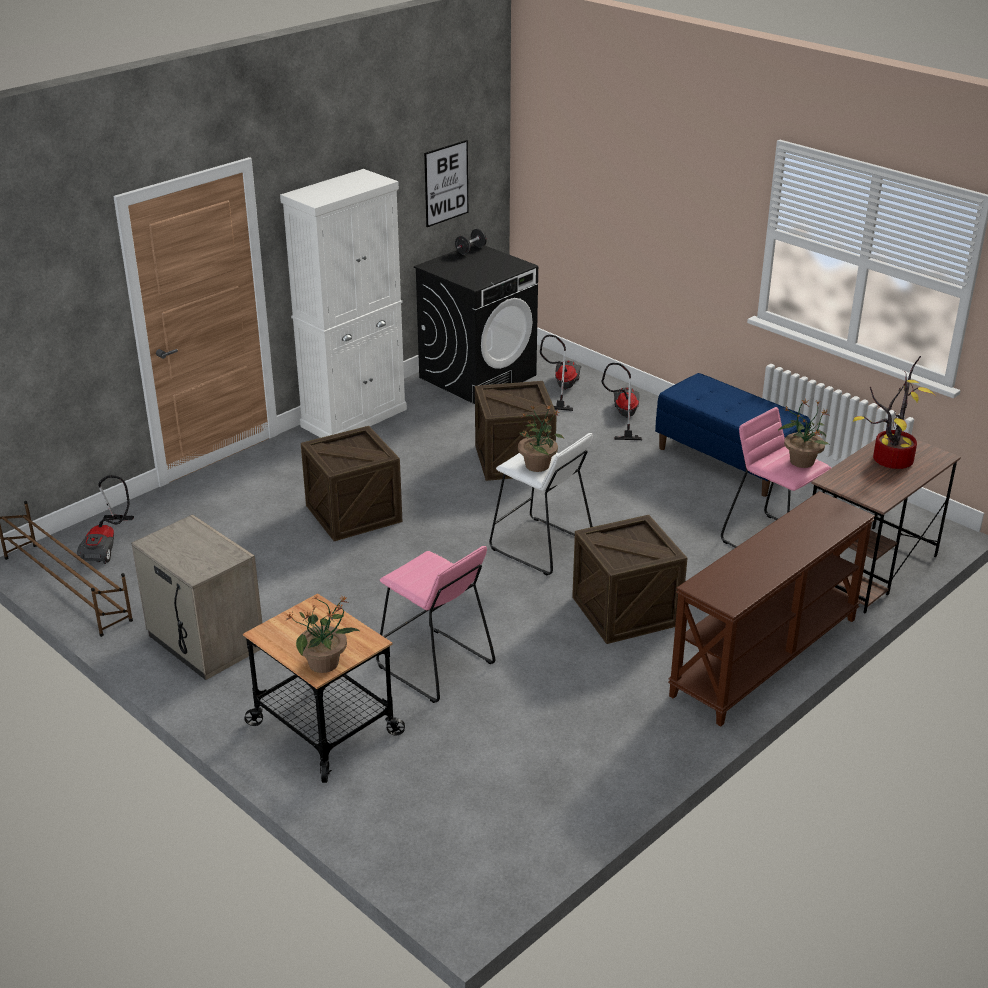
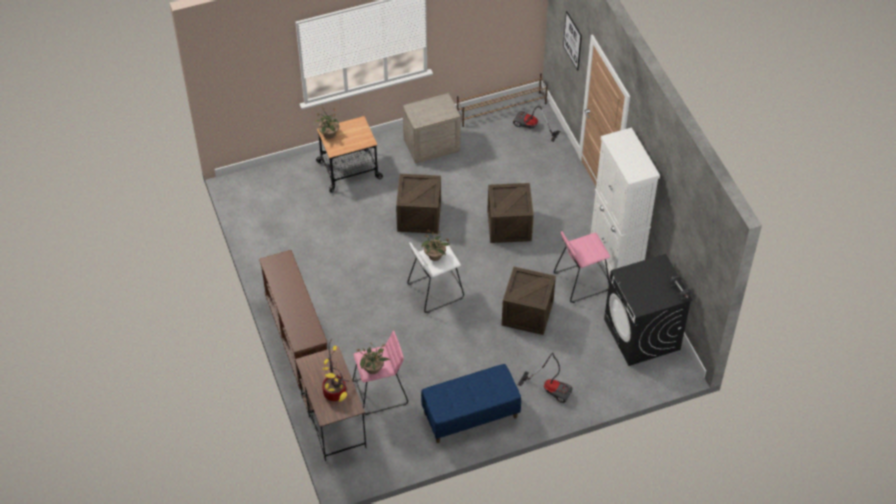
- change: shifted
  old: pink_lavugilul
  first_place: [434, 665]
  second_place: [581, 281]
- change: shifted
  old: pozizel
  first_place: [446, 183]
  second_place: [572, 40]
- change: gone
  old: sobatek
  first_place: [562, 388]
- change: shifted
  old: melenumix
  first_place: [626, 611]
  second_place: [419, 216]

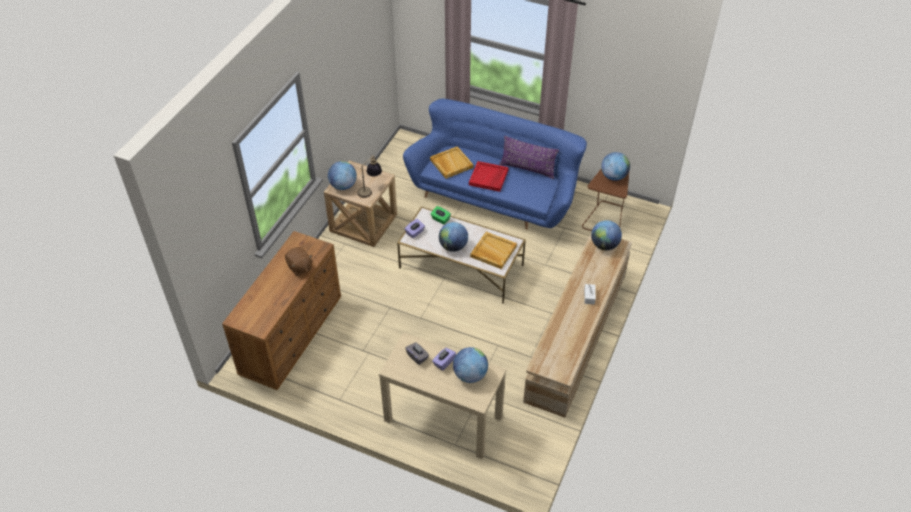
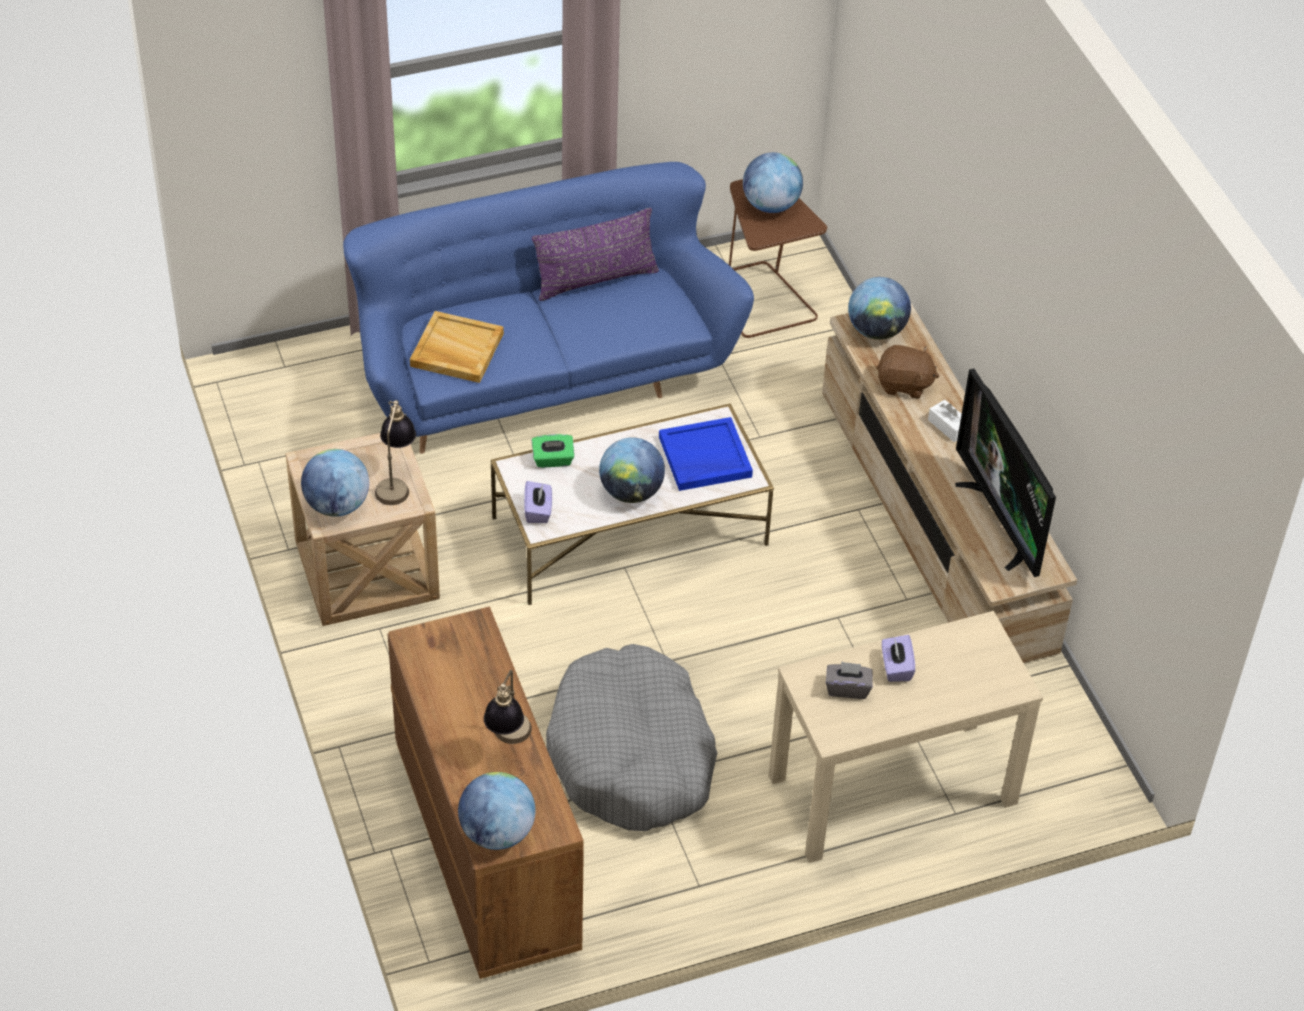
- change: shifted
  old: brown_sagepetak
  first_place: [299, 267]
  second_place: [904, 384]
- change: shifted
  old: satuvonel
  first_place: [470, 375]
  second_place: [497, 832]
- change: gone
  old: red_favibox
  first_place: [488, 178]
- change: repainted
  old: beige_favibox
  new: blue_favibox
  first_place: [493, 251]
  second_place: [704, 457]
- change: new
  new: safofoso
  second_place: [508, 742]
- change: new
  new: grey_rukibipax
  second_place: [631, 755]
- change: new
  new: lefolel
  second_place: [1001, 521]

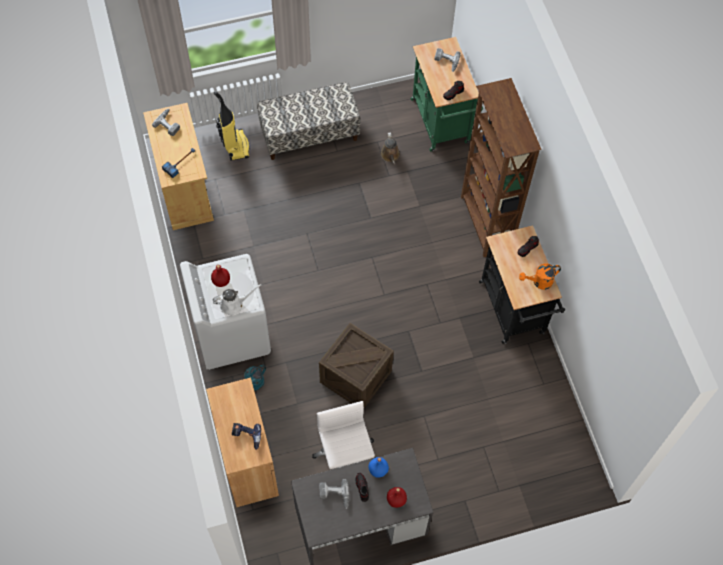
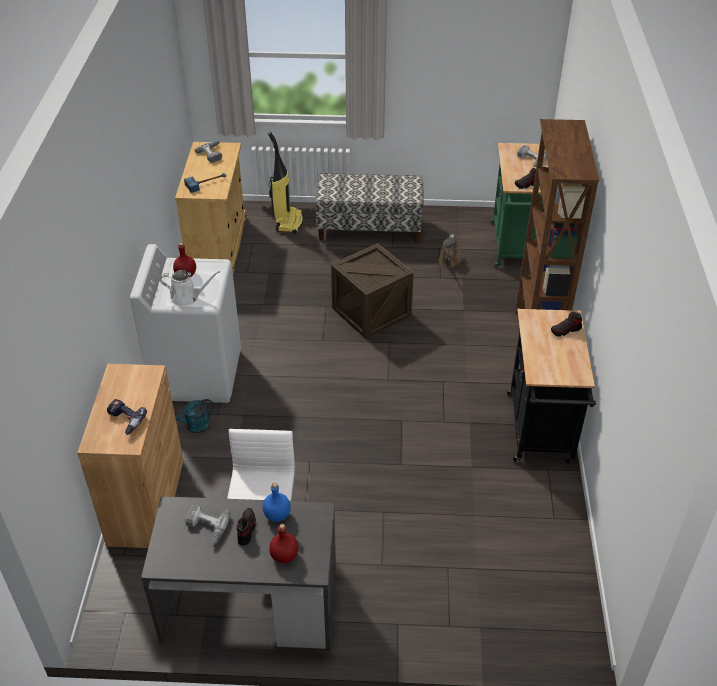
- change: shifted
  old: melenumix
  first_place: [355, 376]
  second_place: [371, 312]
- change: gone
  old: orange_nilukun
  first_place: [539, 282]

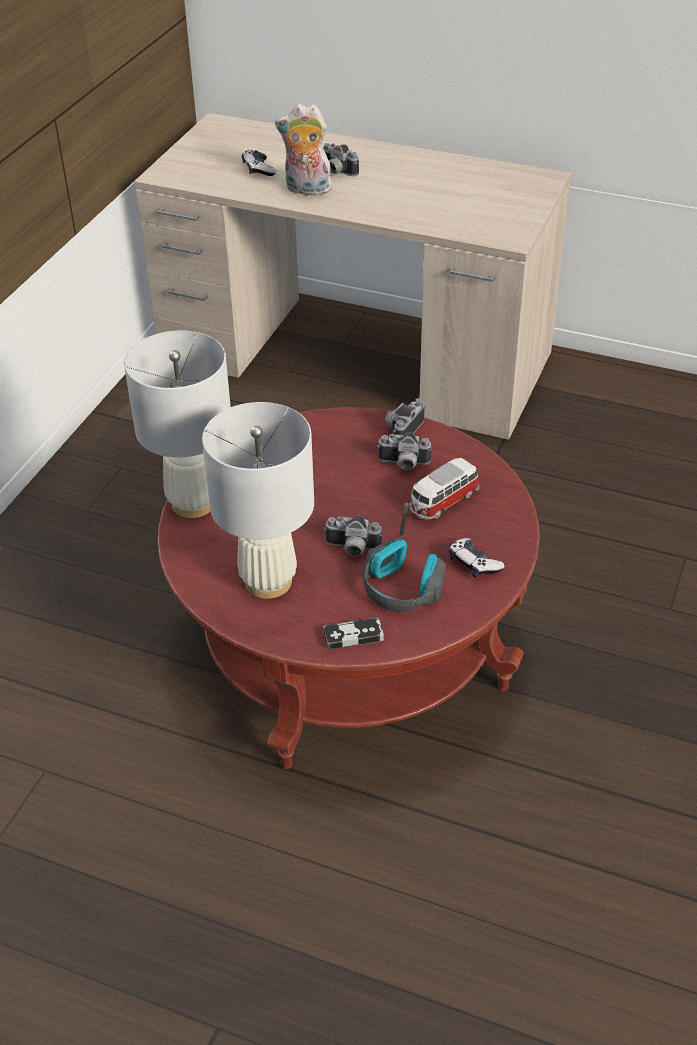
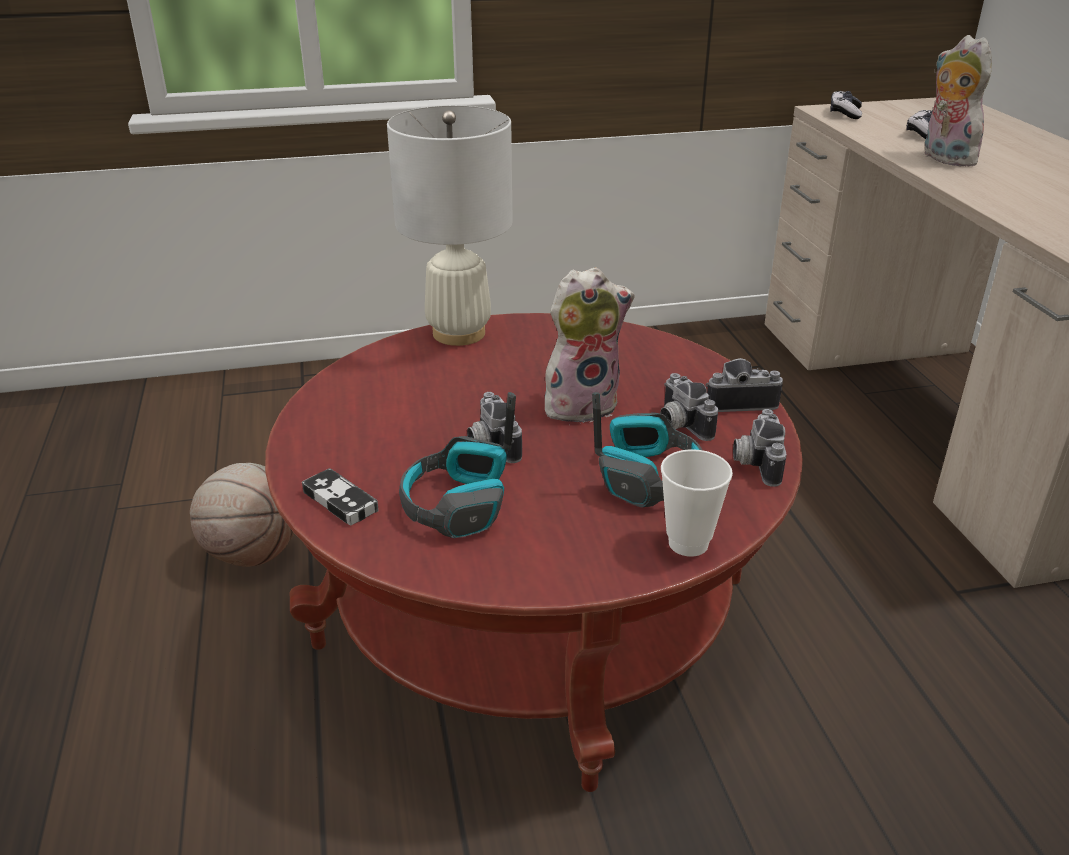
- change: gone
  old: white_safofoso
  first_place: [268, 581]
- change: shifted
  old: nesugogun
  first_place: [336, 172]
  second_place: [754, 462]
- change: swapped
  old: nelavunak
  new: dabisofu
  first_place: [442, 502]
  second_place: [648, 476]
- change: shifted
  old: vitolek
  first_place: [473, 563]
  second_place: [844, 113]
- change: new
  new: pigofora
  second_place: [253, 553]
- change: new
  new: sagepetak
  second_place: [582, 405]
- change: new
  new: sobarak
  second_place: [688, 543]

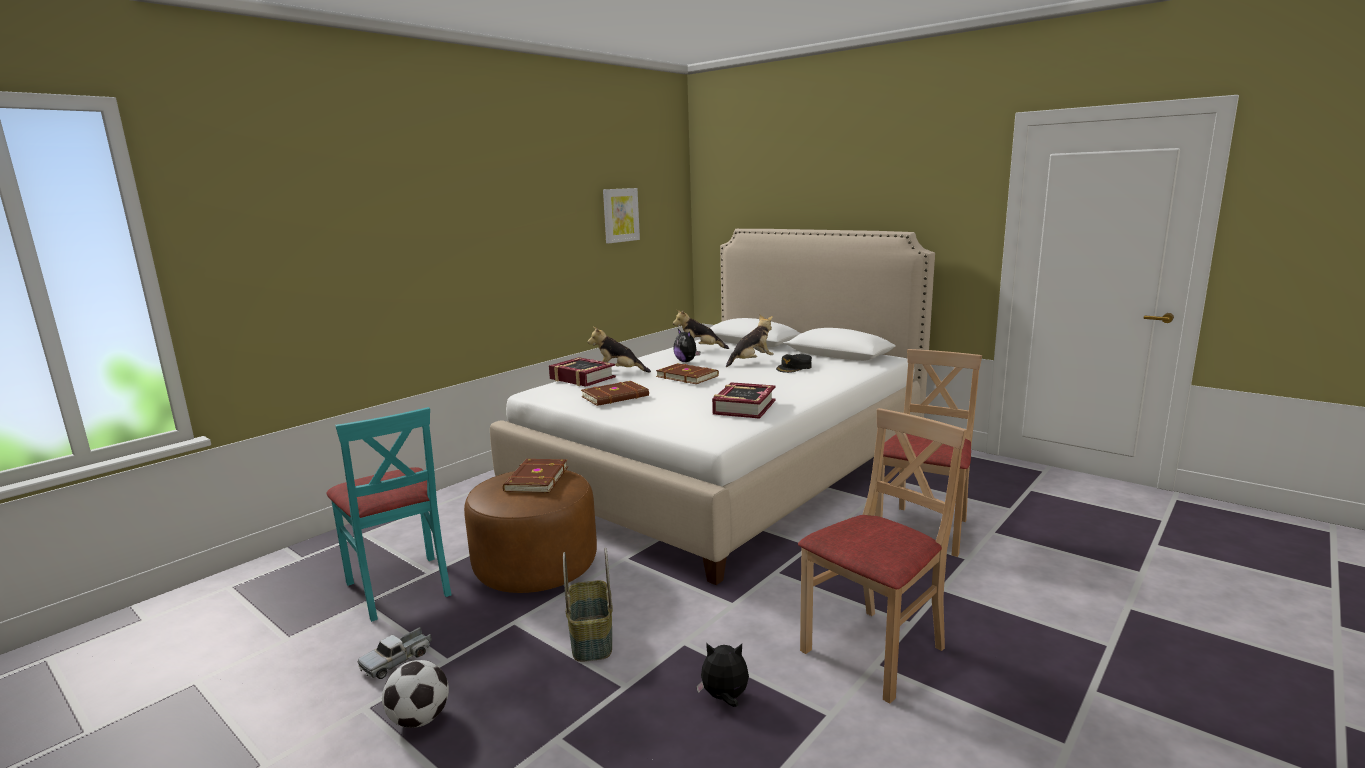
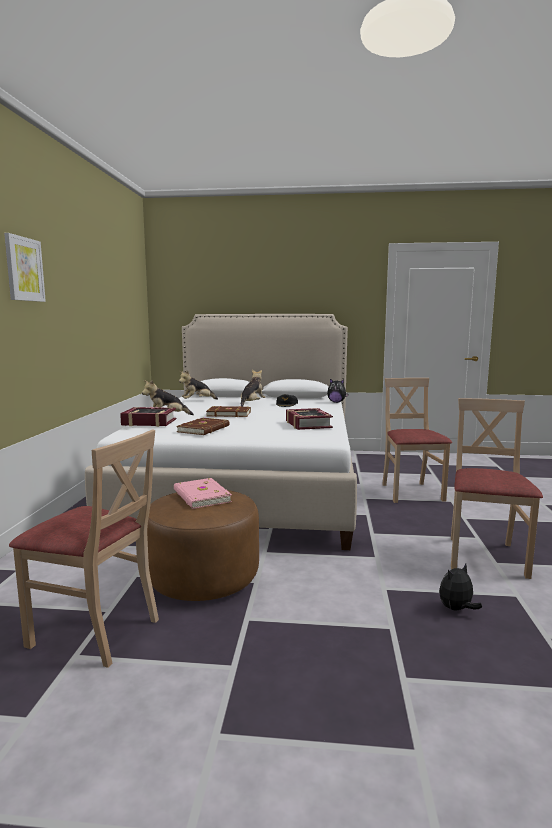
- change: repainted
  old: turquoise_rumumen
  new: beige_rumumen
  first_place: [400, 587]
  second_place: [95, 630]
- change: gone
  old: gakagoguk
  first_place: [397, 660]
- change: gone
  old: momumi
  first_place: [419, 719]
- change: repainted
  old: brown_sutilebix
  new: pink_sutilebix
  first_place: [535, 479]
  second_place: [201, 496]
- change: gone
  old: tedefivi
  first_place: [590, 638]
- change: shifted
  old: pozizel
  first_place: [620, 215]
  second_place: [24, 269]
- change: shifted
  old: sagepetak
  first_place: [686, 361]
  second_place: [336, 402]

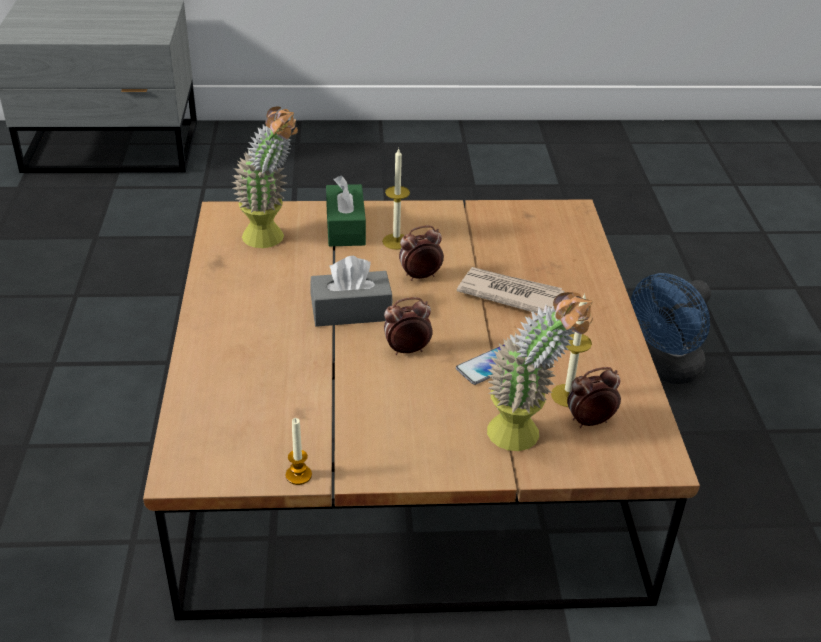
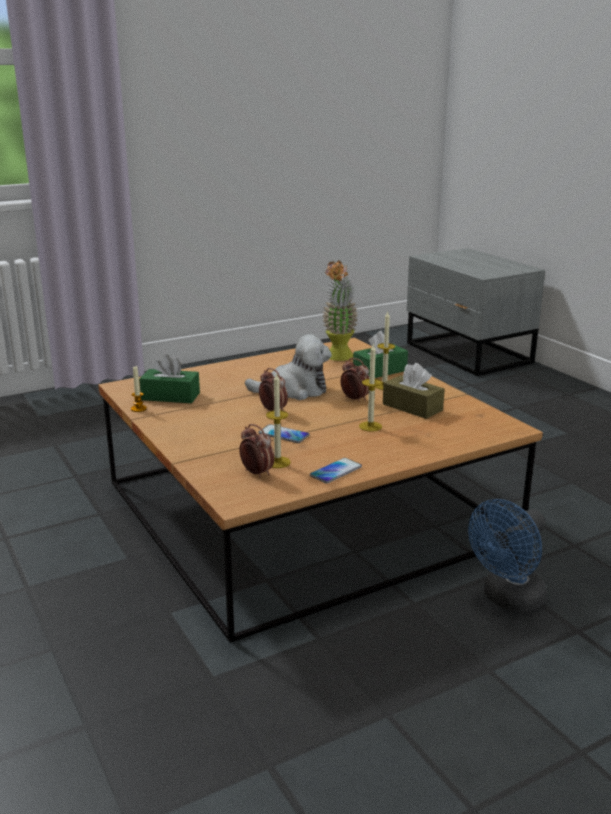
- change: swapped
  old: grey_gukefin
  new: sagepetak
  first_place: [351, 311]
  second_place: [294, 390]
- change: swapped
  old: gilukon
  new: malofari
  first_place: [509, 294]
  second_place: [370, 426]
- change: gone
  old: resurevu
  first_place: [525, 438]
- change: rotated
  old: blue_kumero
  first_place: [665, 370]
  second_place: [508, 599]
  degrees: -60
- change: new
  new: green_gukefin
  second_place: [170, 396]
- change: new
  new: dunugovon
  second_place: [335, 471]
- change: new
  new: brown_gukefin
  second_place: [412, 407]

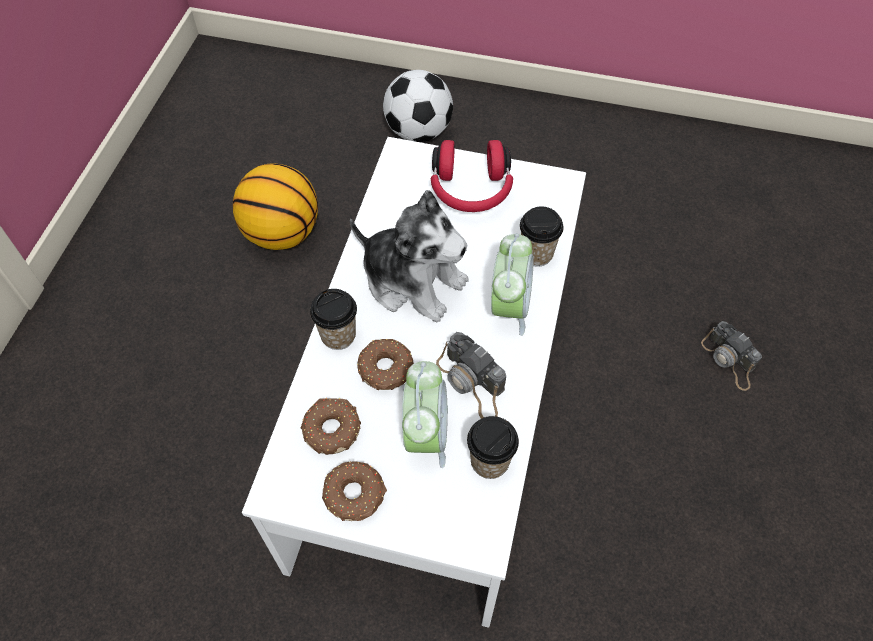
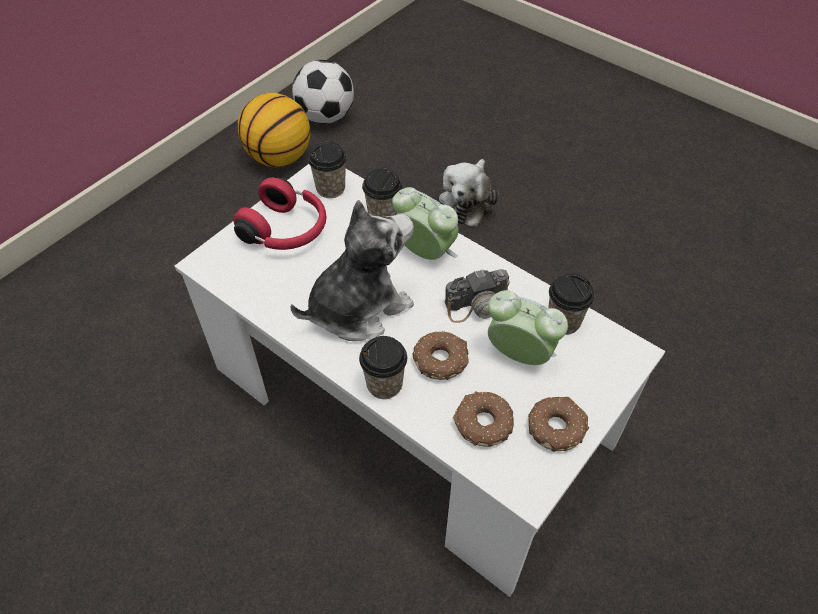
- change: shifted
  old: pigofora
  first_place: [282, 233]
  second_place: [278, 157]
- change: shifted
  old: momumi
  first_place: [418, 131]
  second_place: [325, 117]
- change: swapped
  old: nesugogun
  new: sagepetak
  first_place: [729, 360]
  second_place: [468, 201]
- change: new
  new: sobarak
  second_place: [330, 188]

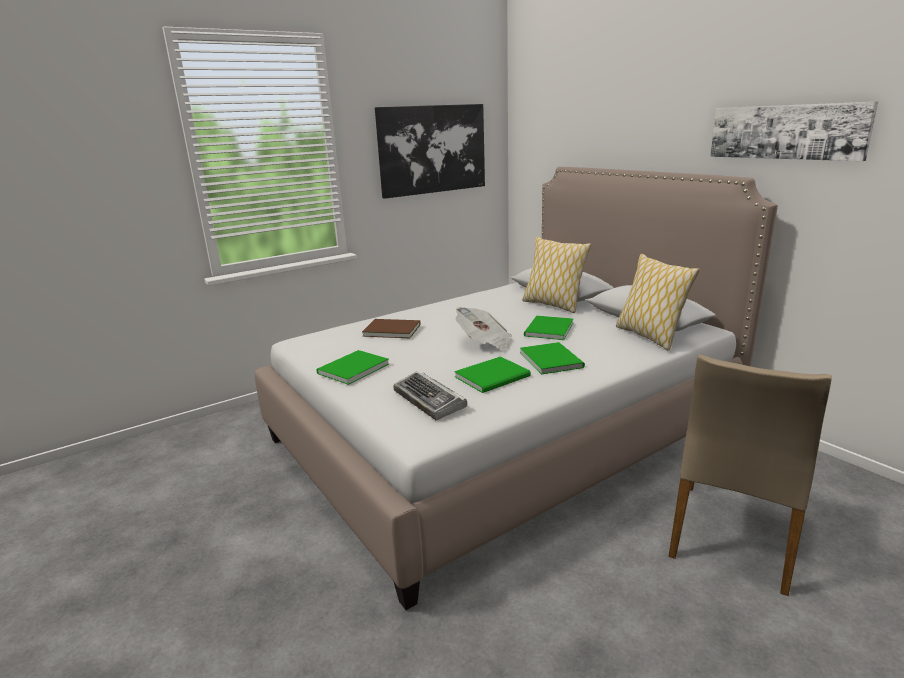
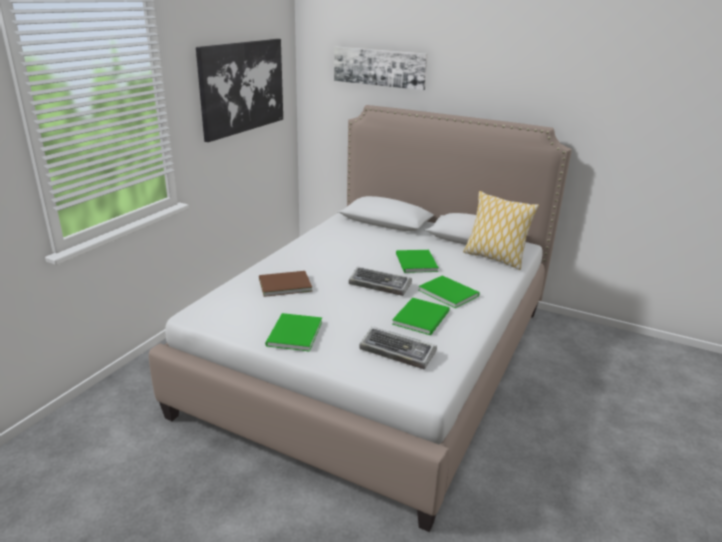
- change: swapped
  old: gilukon
  new: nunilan
  first_place: [485, 343]
  second_place: [381, 285]
- change: gone
  old: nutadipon
  first_place: [553, 305]
- change: gone
  old: beige_rumumen
  first_place: [733, 536]
- change: shifted
  old: pozizel
  first_place: [786, 132]
  second_place: [379, 67]

